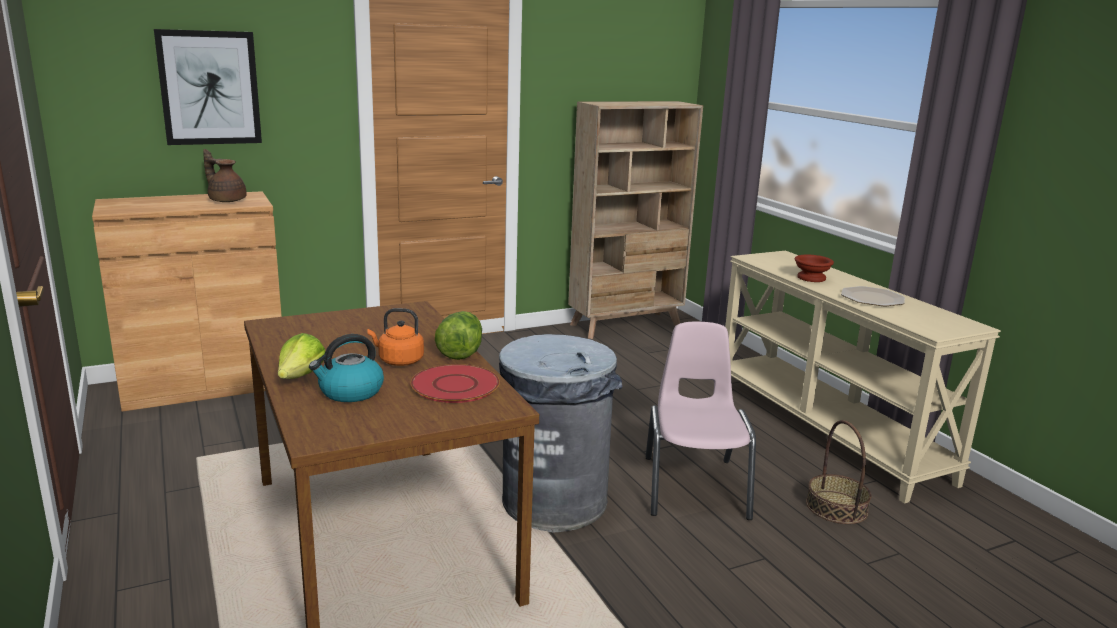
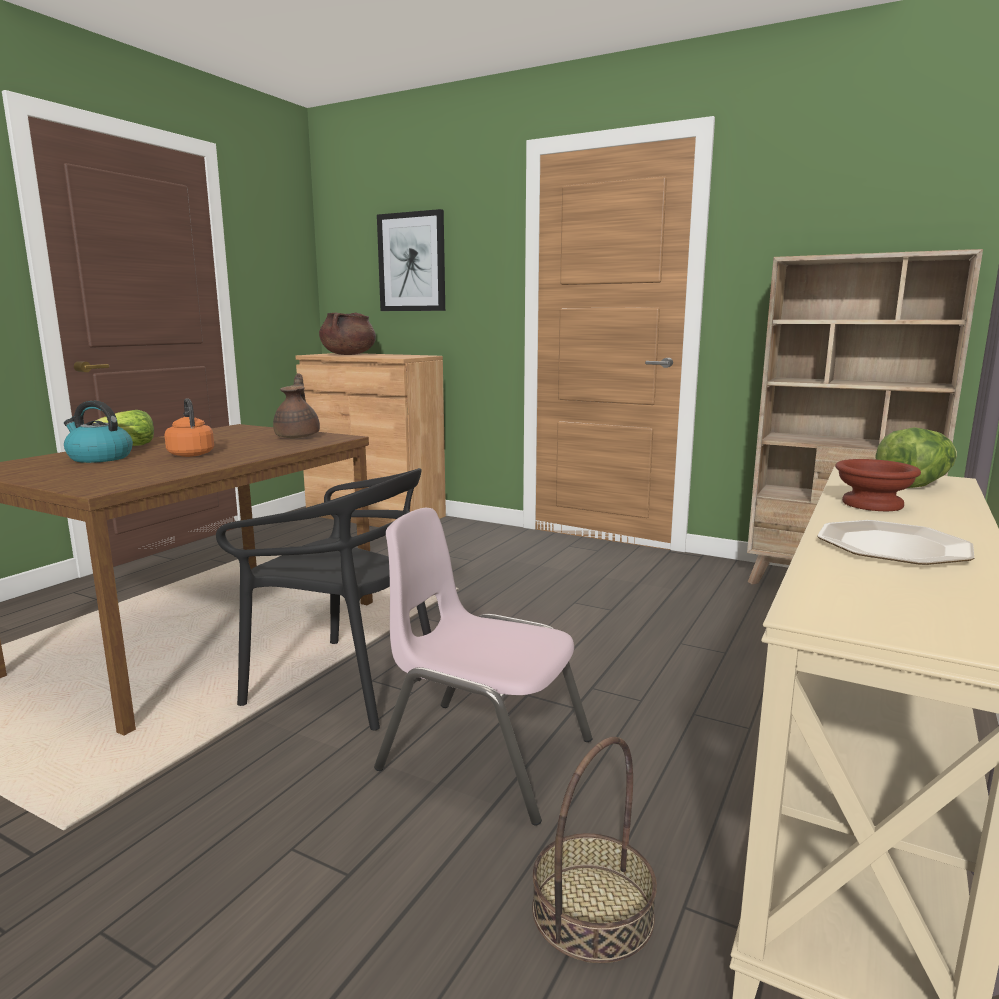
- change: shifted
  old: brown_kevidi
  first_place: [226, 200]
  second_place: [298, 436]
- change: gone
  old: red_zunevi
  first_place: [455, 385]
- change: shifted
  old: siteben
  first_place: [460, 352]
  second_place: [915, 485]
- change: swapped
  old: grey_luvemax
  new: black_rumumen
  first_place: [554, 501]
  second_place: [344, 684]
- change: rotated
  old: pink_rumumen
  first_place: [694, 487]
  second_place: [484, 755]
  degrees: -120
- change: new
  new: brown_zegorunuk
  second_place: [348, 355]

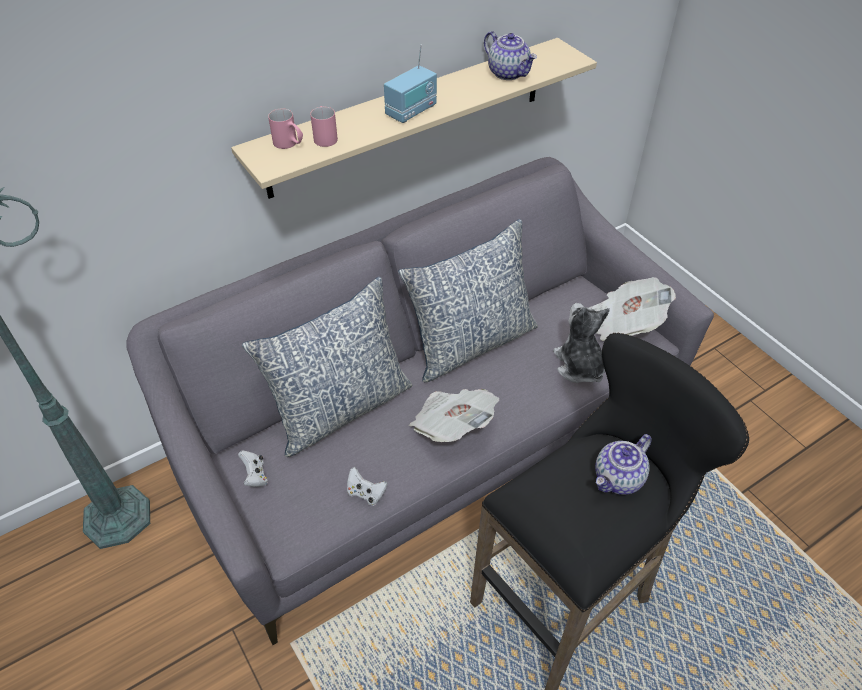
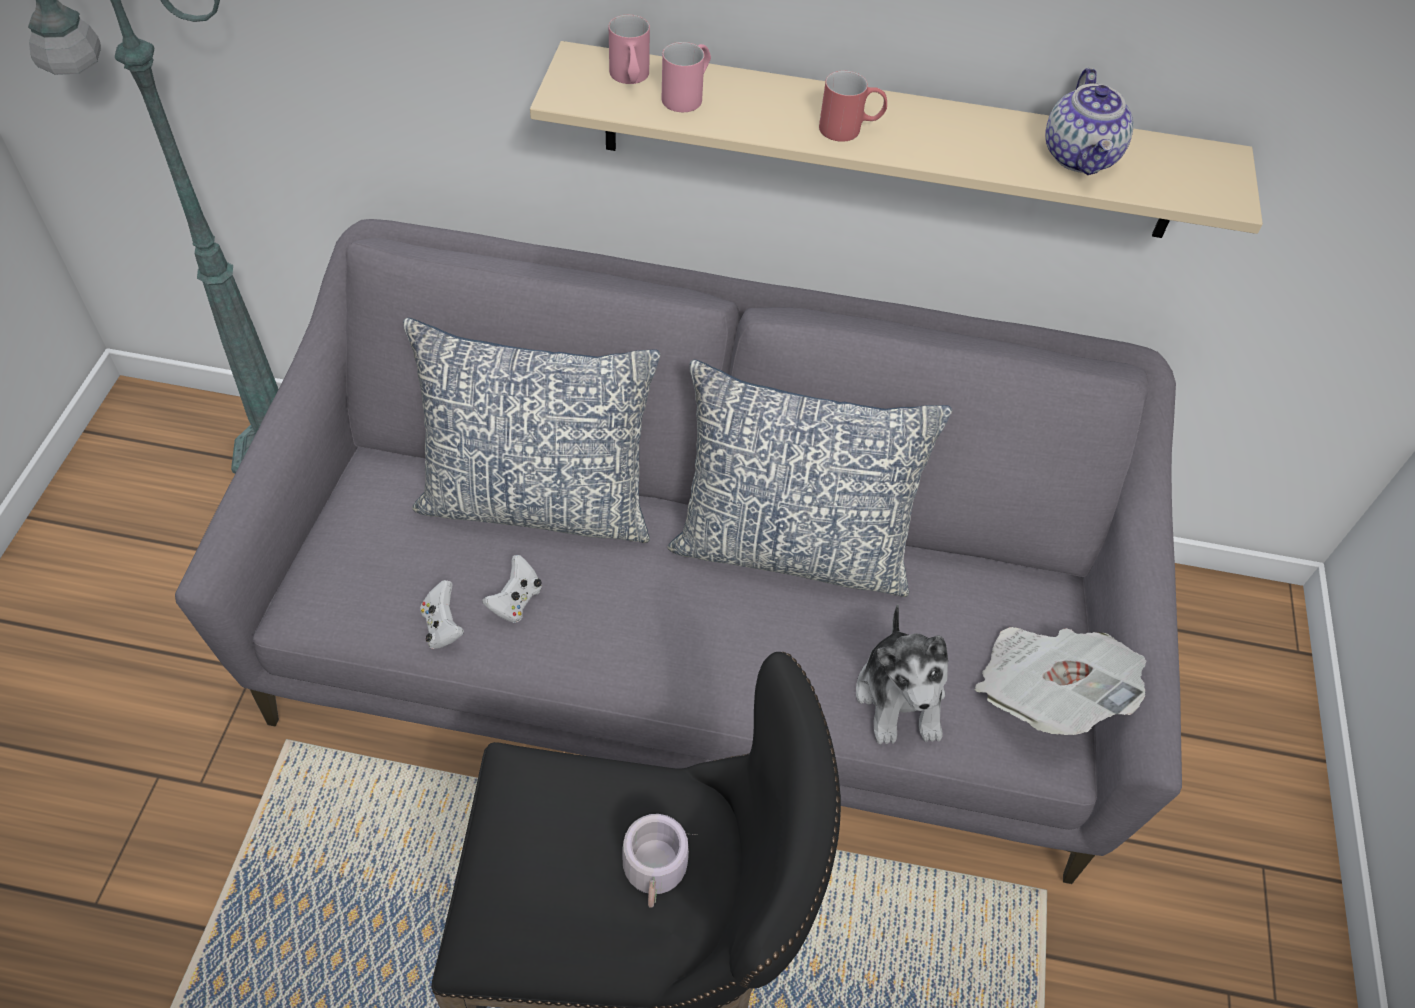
- change: shifted
  old: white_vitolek
  first_place: [255, 476]
  second_place: [515, 601]
- change: swapped
  old: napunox
  new: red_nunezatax
  first_place: [411, 111]
  second_place: [850, 129]
- change: gone
  old: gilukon
  first_place: [452, 425]
- change: rotated
  old: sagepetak
  first_place: [579, 366]
  second_place: [900, 697]
  degrees: 150
- change: swapped
  old: kevidi
  new: grey_nunezatax
  first_place: [618, 479]
  second_place: [658, 873]

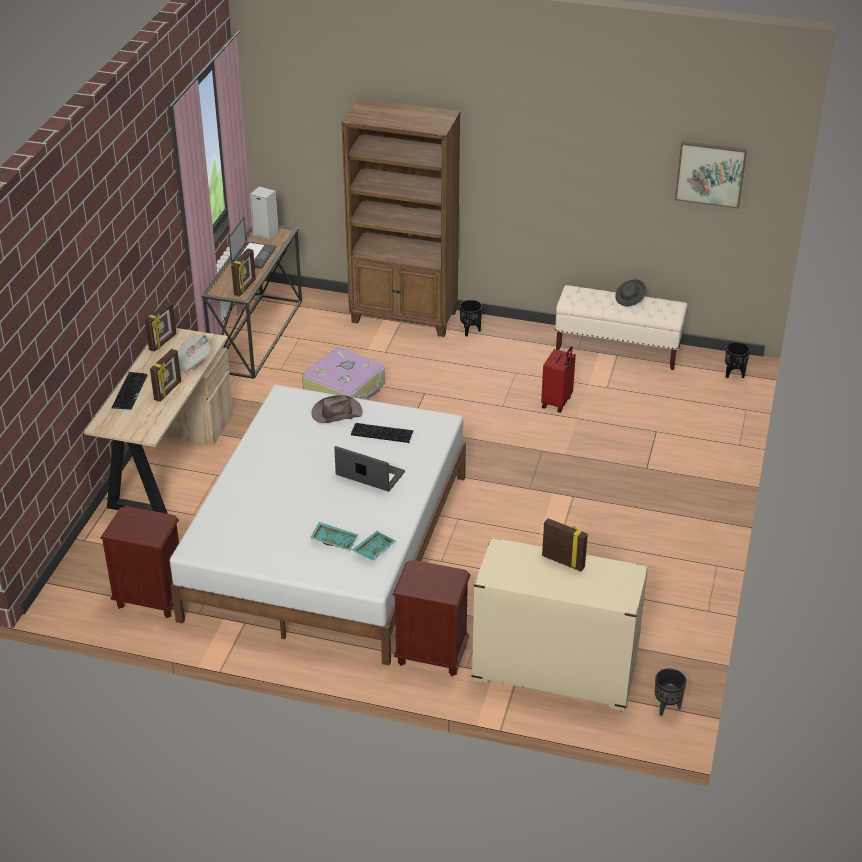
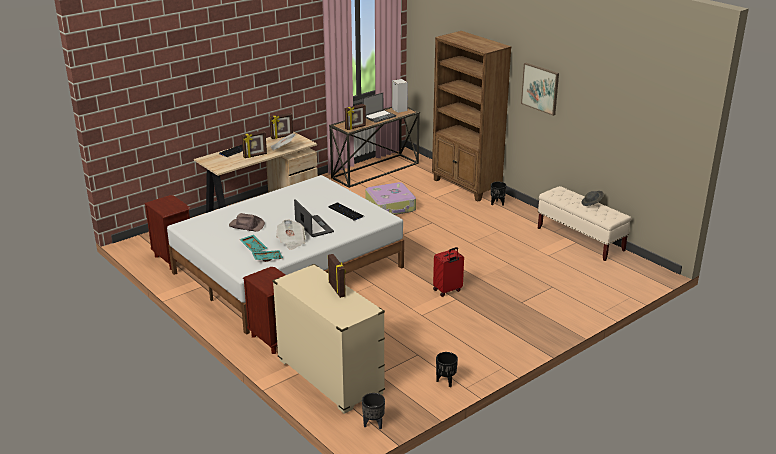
- change: shifted
  old: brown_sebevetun
  first_place: [336, 413]
  second_place: [246, 225]
- change: shifted
  old: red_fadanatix
  first_place: [557, 402]
  second_place: [447, 290]
- change: shifted
  old: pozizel
  first_place: [710, 173]
  second_place: [540, 88]
- change: shifted
  old: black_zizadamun
  first_place: [734, 374]
  second_place: [446, 381]
- change: new
  new: gilukon
  second_place: [291, 242]

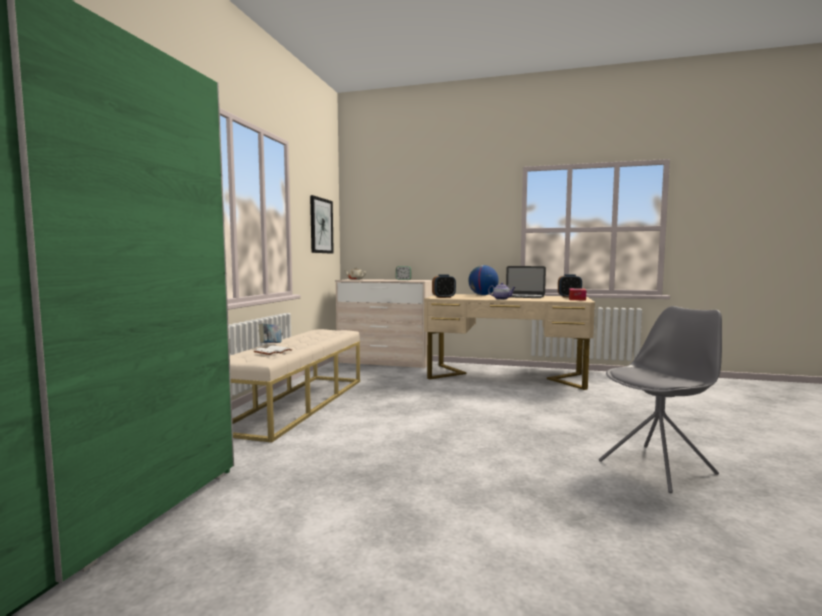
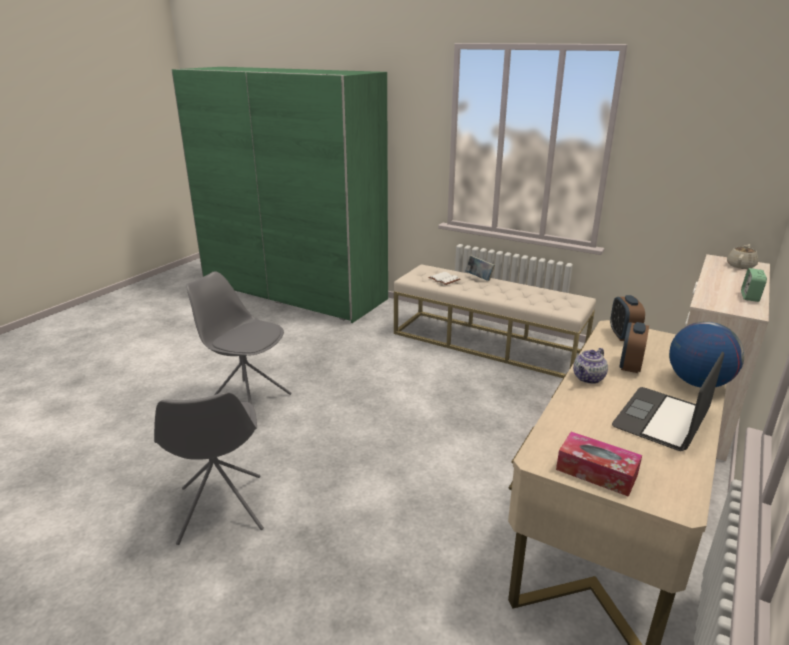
- change: gone
  old: pozizel
  first_place: [321, 225]
- change: shifted
  old: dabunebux
  first_place: [569, 297]
  second_place: [630, 366]
- change: new
  new: grey_rumumen
  second_place: [247, 401]

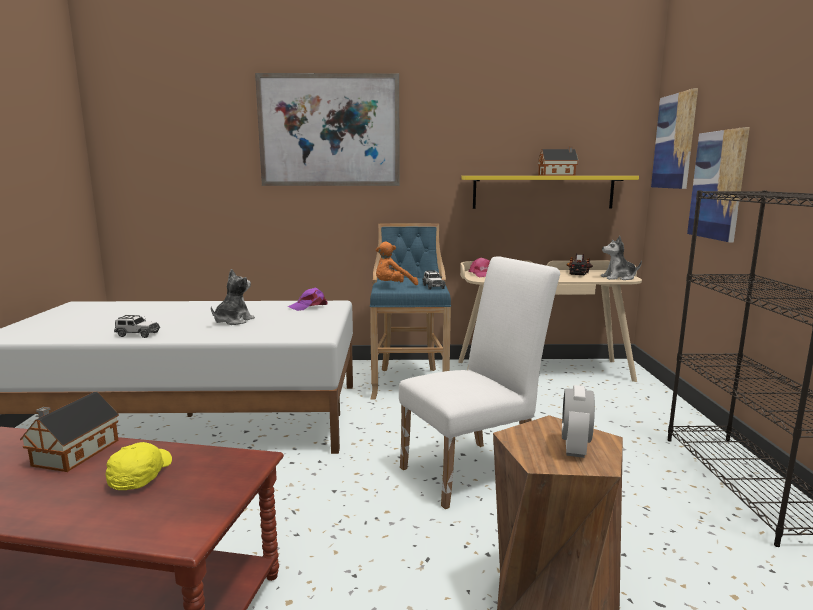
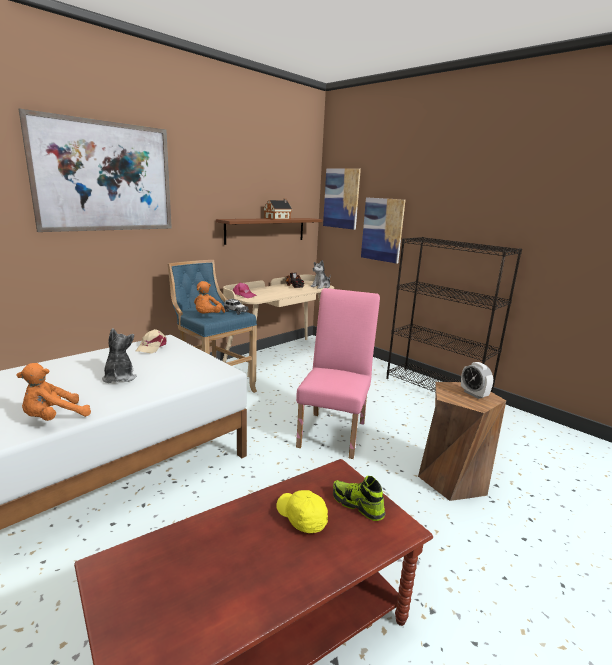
- change: gone
  old: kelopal
  first_place: [73, 454]
- change: swapped
  old: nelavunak
  new: orange_sagepetak
  first_place: [137, 334]
  second_place: [54, 418]
- change: repainted
  old: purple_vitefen
  new: beige_vitefen
  first_place: [309, 306]
  second_place: [152, 347]
- change: repainted
  old: white_rumumen
  new: pink_rumumen
  first_place: [473, 470]
  second_place: [334, 431]
- change: repainted
  old: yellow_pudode
  new: brown_pudode
  first_place: [543, 192]
  second_place: [266, 230]
- change: new
  new: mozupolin
  second_place: [357, 505]

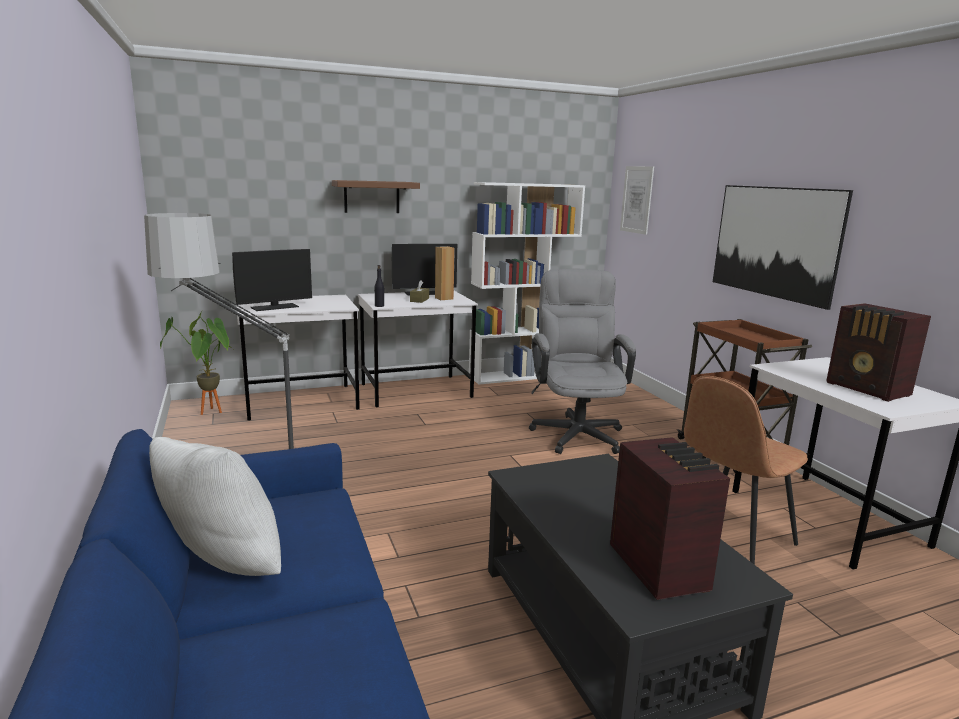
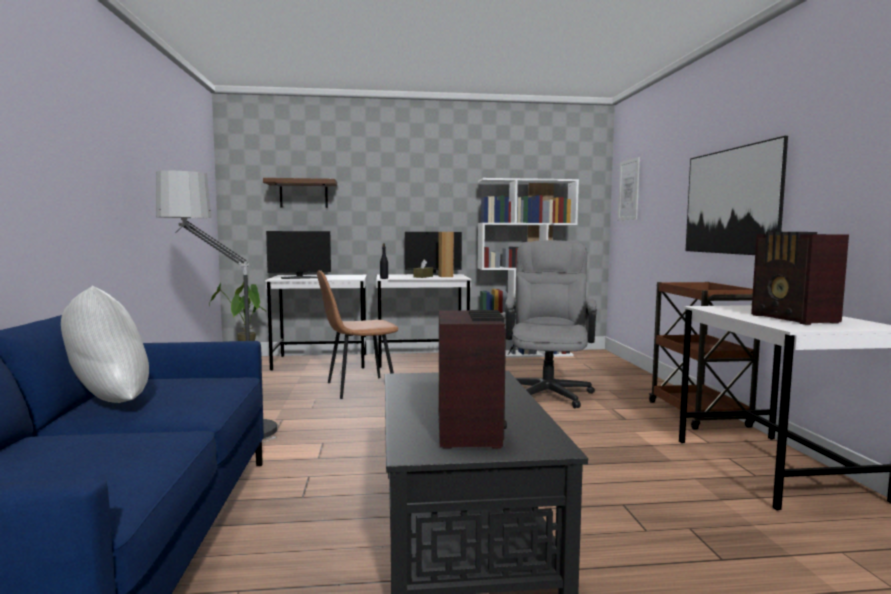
- change: shifted
  old: brown_pudode
  first_place: [371, 197]
  second_place: [303, 194]
- change: shifted
  old: brown_rumumen
  first_place: [729, 537]
  second_place: [359, 388]

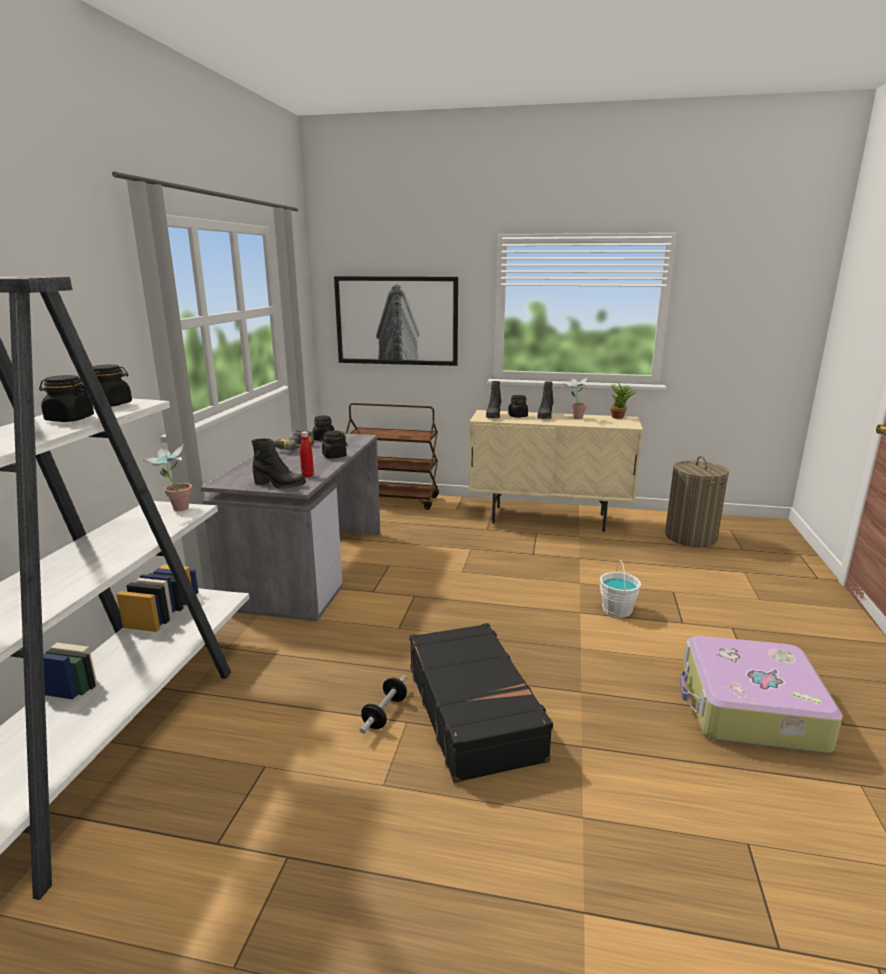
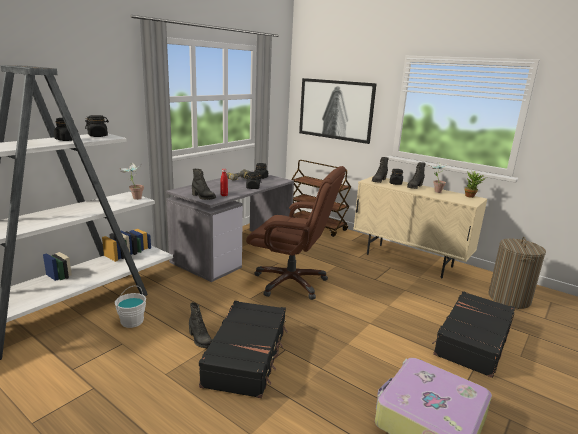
- change: swapped
  old: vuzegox
  new: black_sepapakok
  first_place: [385, 713]
  second_place: [200, 340]
- change: shifted
  old: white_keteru
  first_place: [617, 610]
  second_place: [132, 321]
- change: new
  new: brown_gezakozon
  second_place: [291, 282]
- change: new
  new: black_fadanatix
  second_place: [472, 341]

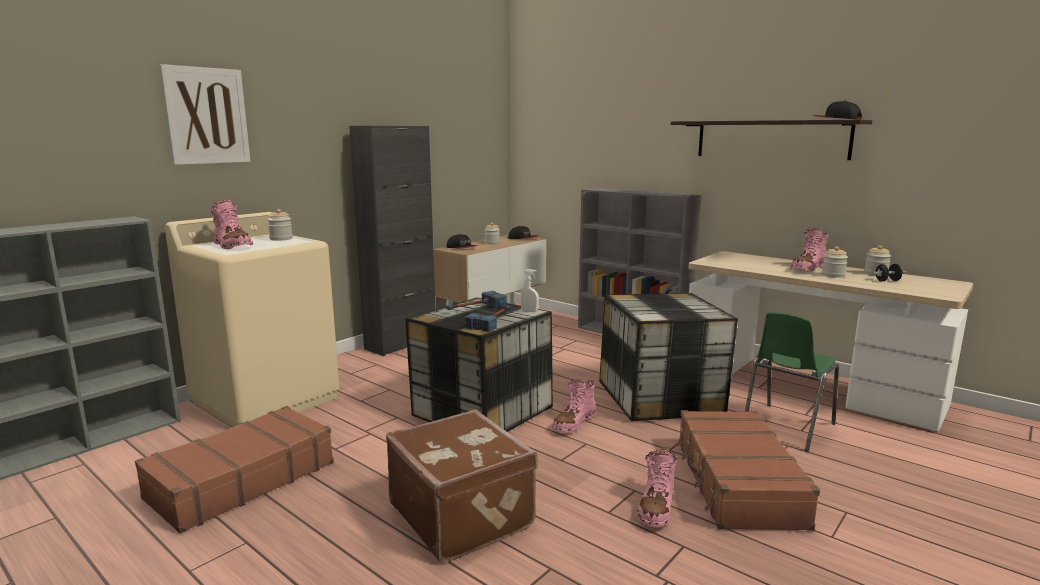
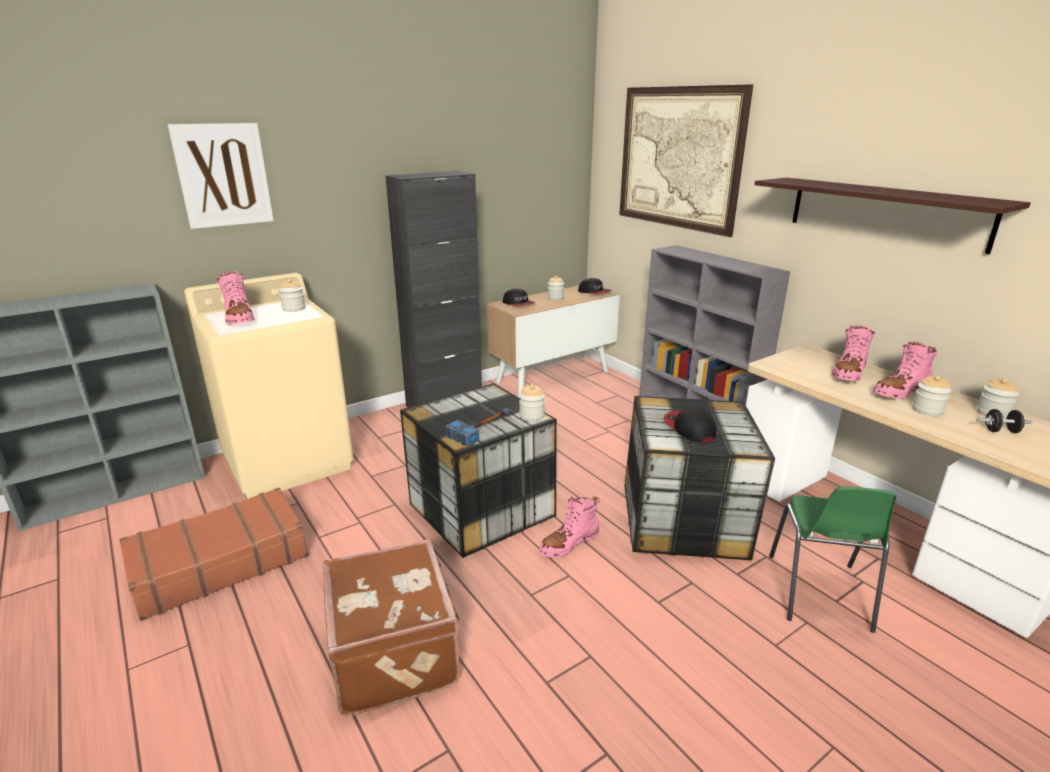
- change: gone
  old: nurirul
  first_place: [474, 308]
- change: swapped
  old: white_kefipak
  new: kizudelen
  first_place: [529, 311]
  second_place: [532, 416]
- change: shifted
  old: pink_sepapakok
  first_place: [656, 508]
  second_place: [848, 373]
- change: gone
  old: brown_fadanatix
  first_place: [736, 483]
- change: rotated
  old: green_rumumen
  first_place: [786, 427]
  second_place: [818, 592]
  degrees: -45
- change: shifted
  old: vitefen
  first_place: [836, 119]
  second_place: [689, 428]
- change: new
  new: pozizel
  second_place: [678, 158]

